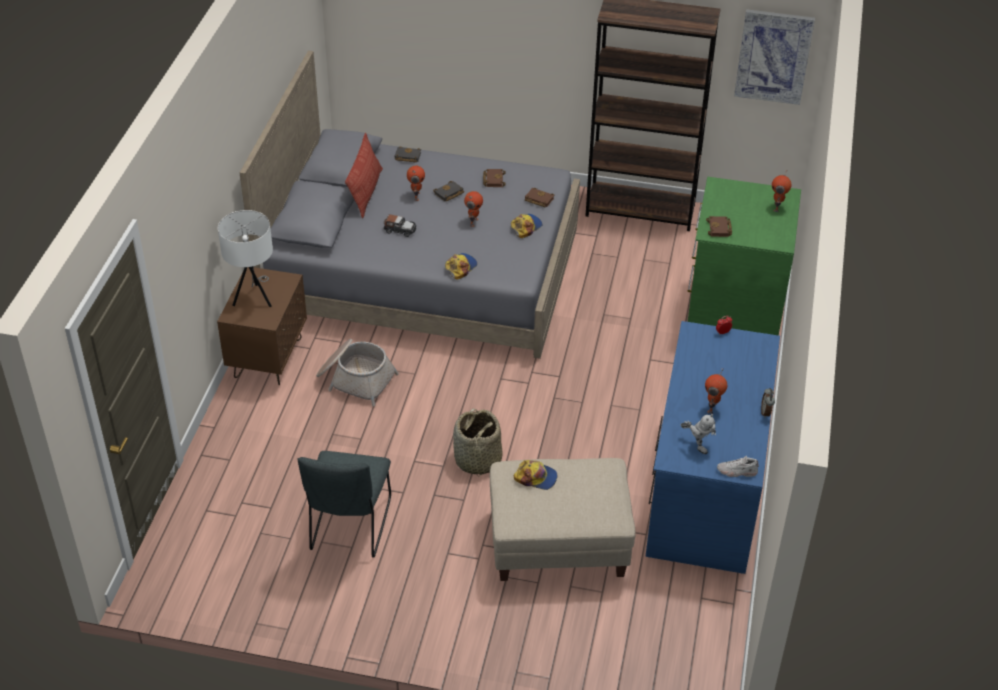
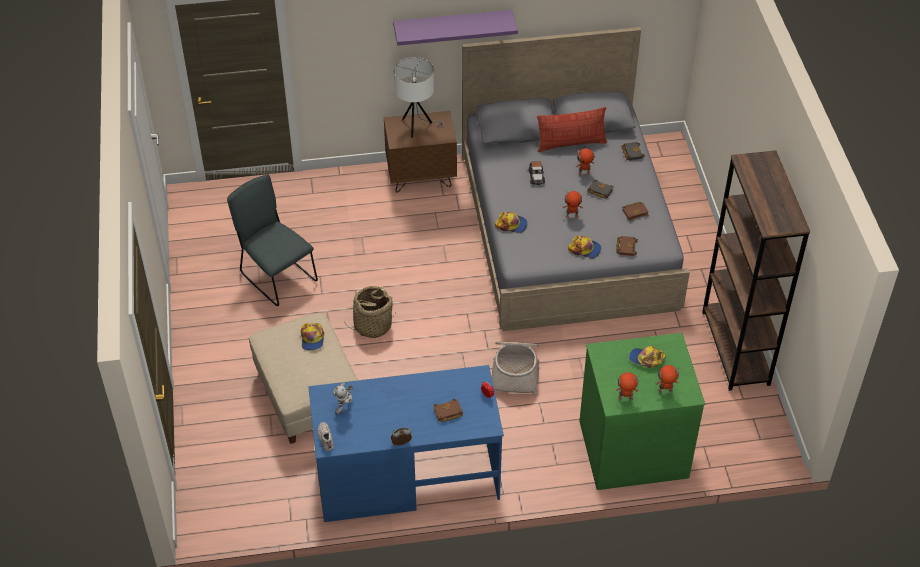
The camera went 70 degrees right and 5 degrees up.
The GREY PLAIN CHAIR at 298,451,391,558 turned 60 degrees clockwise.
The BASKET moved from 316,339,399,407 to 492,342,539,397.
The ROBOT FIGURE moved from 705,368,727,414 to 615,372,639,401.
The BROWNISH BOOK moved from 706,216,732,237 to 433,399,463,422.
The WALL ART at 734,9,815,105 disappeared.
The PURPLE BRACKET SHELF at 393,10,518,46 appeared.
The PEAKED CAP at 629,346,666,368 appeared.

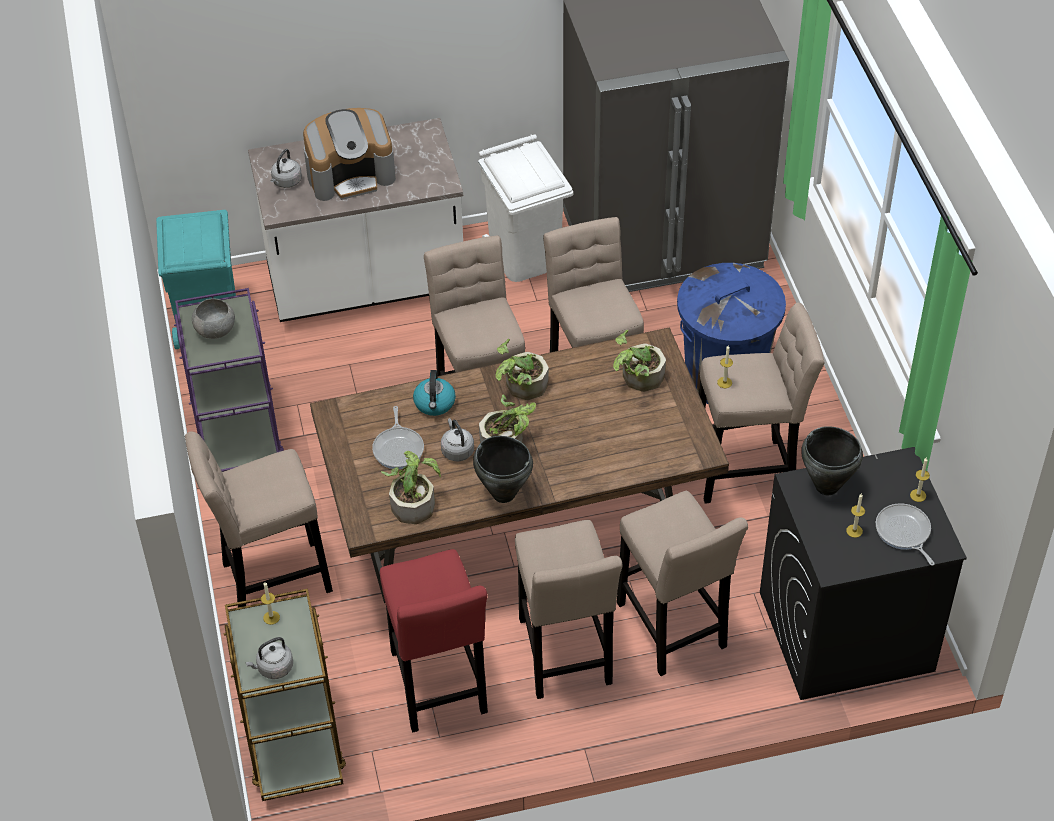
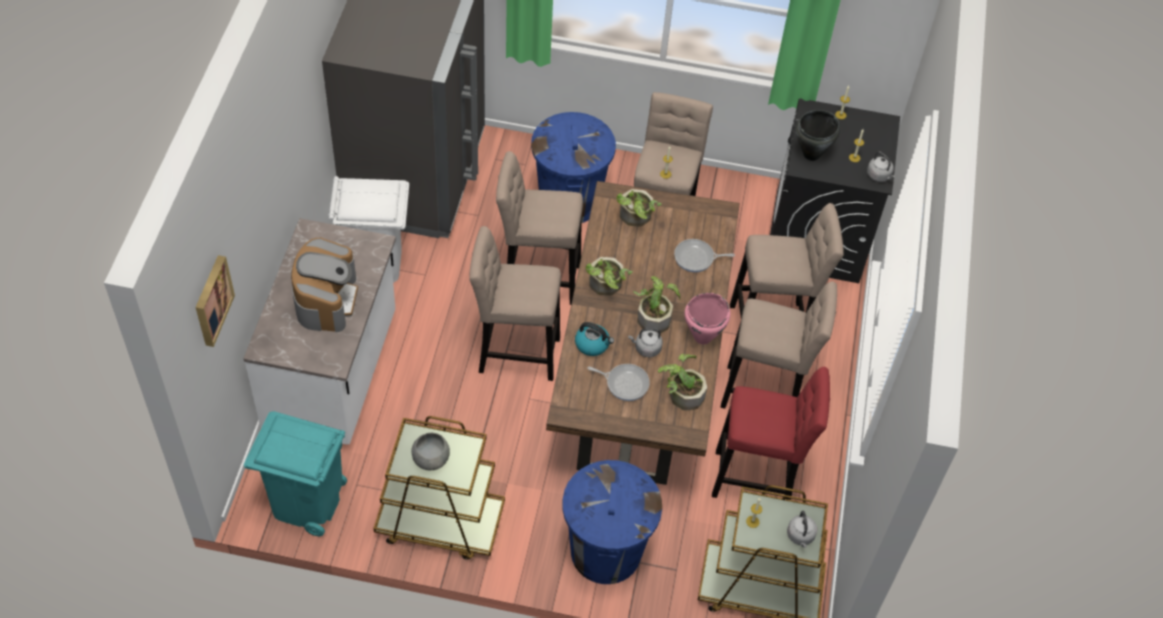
The camera went 70 degrees left and 5 degrees up.
The PURPLE TROLLEY at 174,288,284,472 became the BROWNISH TROLLEY at 373,416,505,560.
The SAND-COLOURED STOOL at 185,431,333,607 was replaced by the BLUISH WASTE BIN at 562,460,662,584.
The GREY TEA KETTLE moved from 270,149,302,188 to 867,151,896,182.
The BLACK-COLOURED STOCKPOT at 473,436,533,503 became the PINKISH STOCKPOT at 684,293,730,344.
The FRYING PAN moved from 876,503,935,566 to 674,239,735,272.
The WALL ART at 195,255,235,347 appeared.

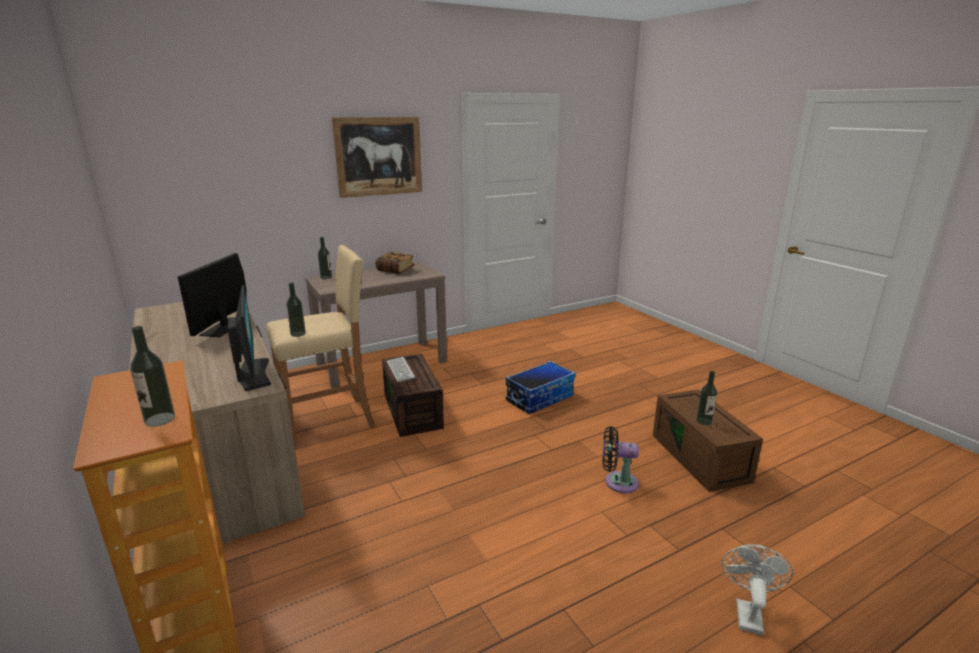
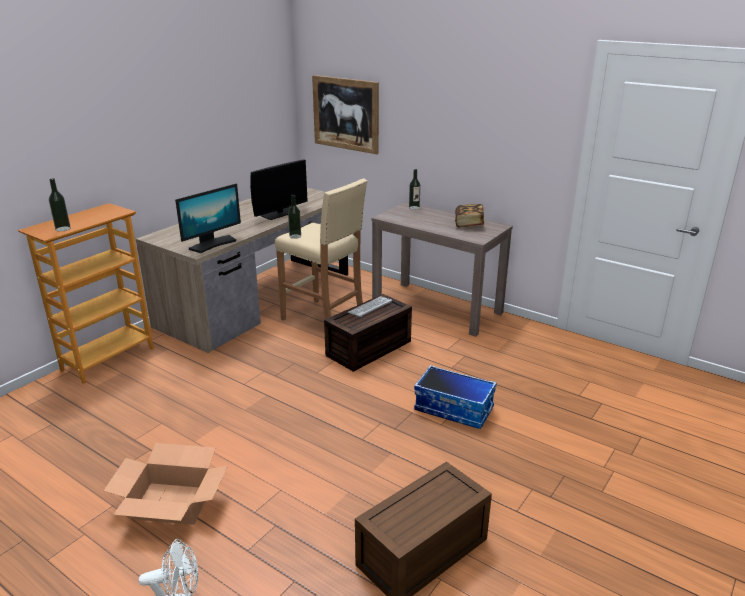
The camera went 65 degrees right and 5 degrees up.
The COMPUTER DISPLAY at 177,253,247,337 turned 150 degrees clockwise.
The WALL ART moved from 332,117,422,198 to 312,75,379,154.
The BLACK-COLOURED COOLING FAN at 602,426,639,493 disappeared.
The DRINK BOTTLE at 696,371,717,425 disappeared.
The PACKING BOX at 104,443,228,525 appeared.

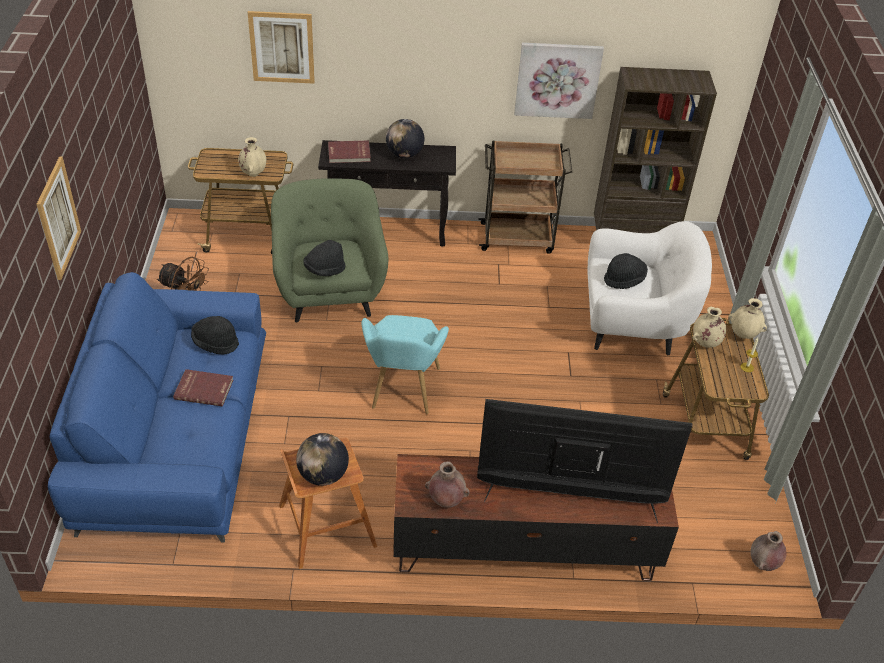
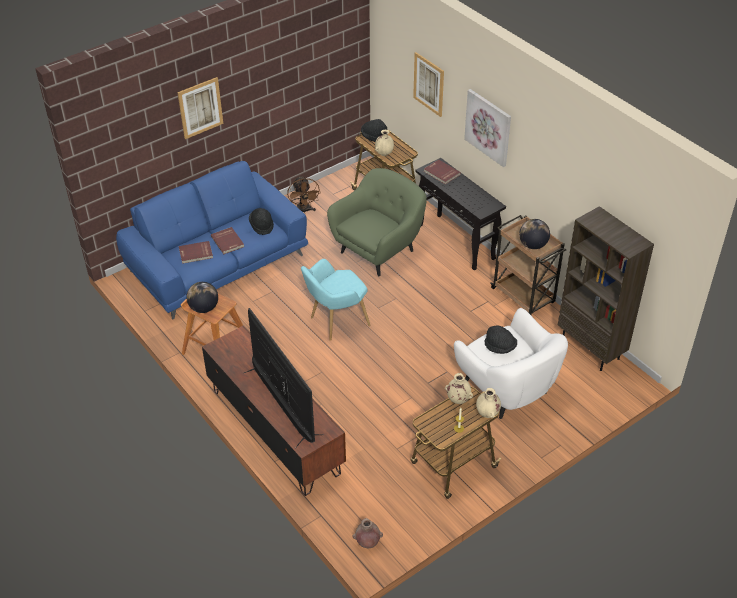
The camera went 55 degrees right and 0 degrees up.
The BLACK-COLOURED WEARABLE HAT moved from 303,240,346,276 to 361,119,387,142.
The WORLD GLOBE moved from 386,119,424,158 to 519,219,550,249.
The BROWNISH FLOWER VASE at 425,461,469,508 disappeared.
The WALL ART moved from 514,43,604,119 to 464,89,511,167.
The RED BOOK at 179,241,213,264 appeared.

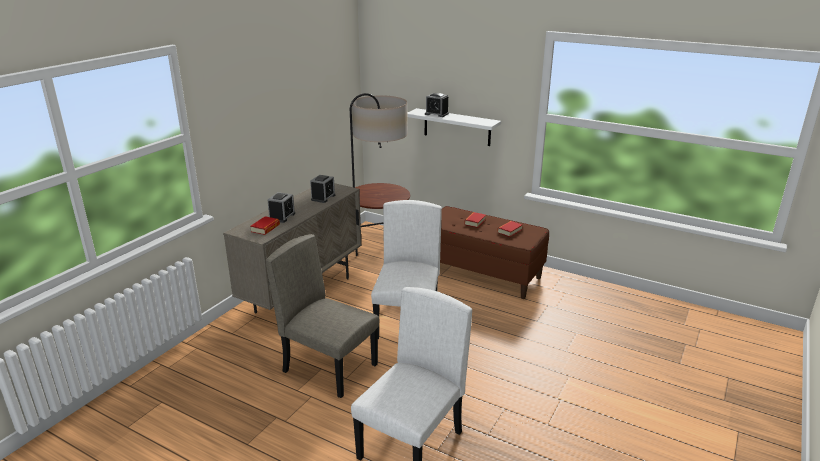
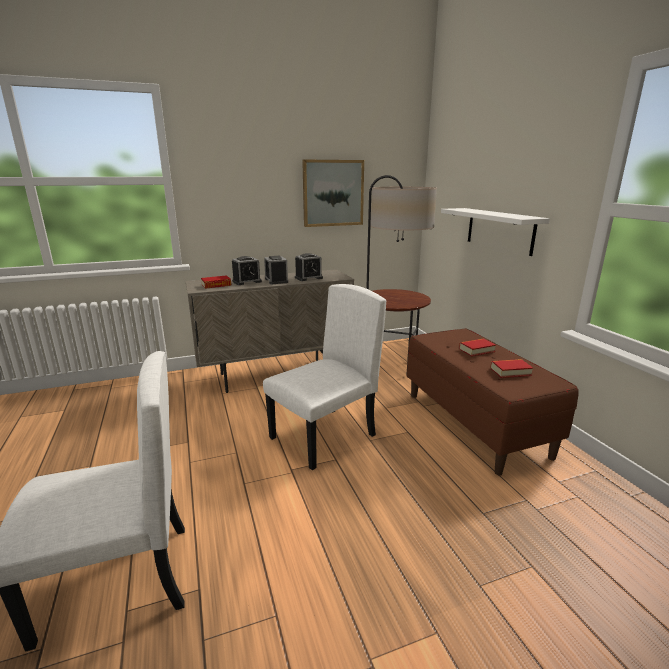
The camera went 40 degrees right and 5 degrees down.
The SAND-COLOURED PLAIN CHAIR at 266,234,379,398 disappeared.
The TABLE CLOCK moved from 425,93,449,117 to 264,256,288,284.
The WALL ART at 302,160,364,227 appeared.

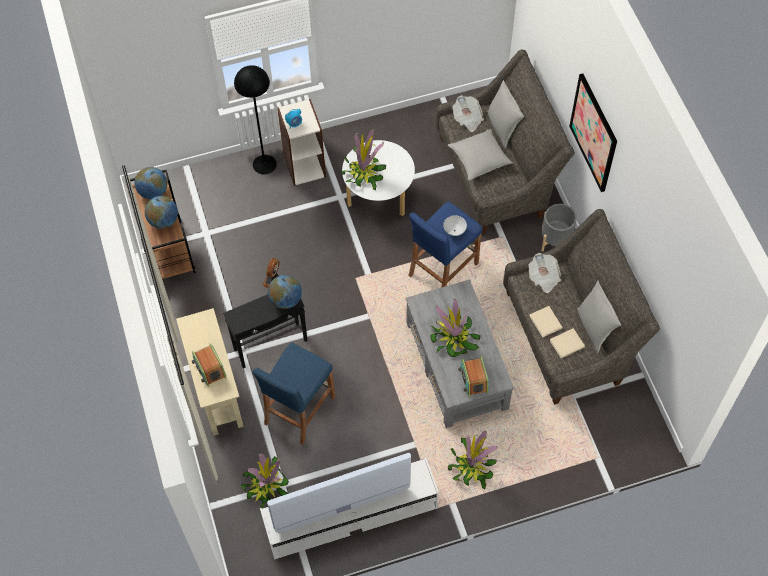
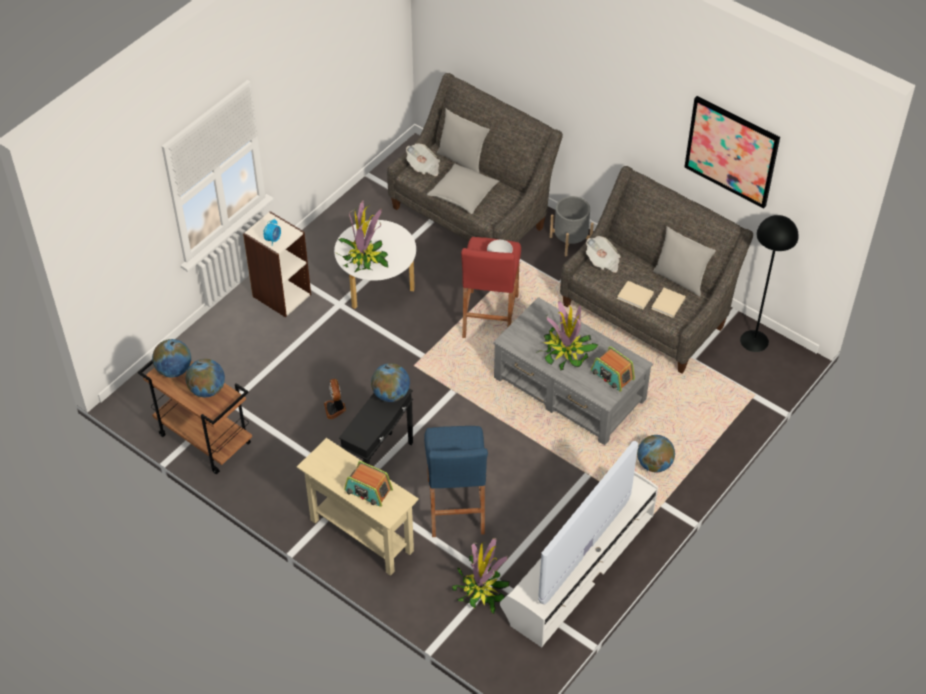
The camera went 35 degrees left and 10 degrees down.
The BLACK-COLOURED STANDING LAMP moved from 234,65,277,174 to 740,215,799,352.
The BLUISH STOOL at 408,201,482,288 became the RED STOOL at 461,237,521,338.
The HOUSEPLANT at 448,431,498,490 was replaced by the WORLD GLOBE at 637,435,675,472.
The WALL ART moved from 569,73,617,192 to 684,96,780,209.

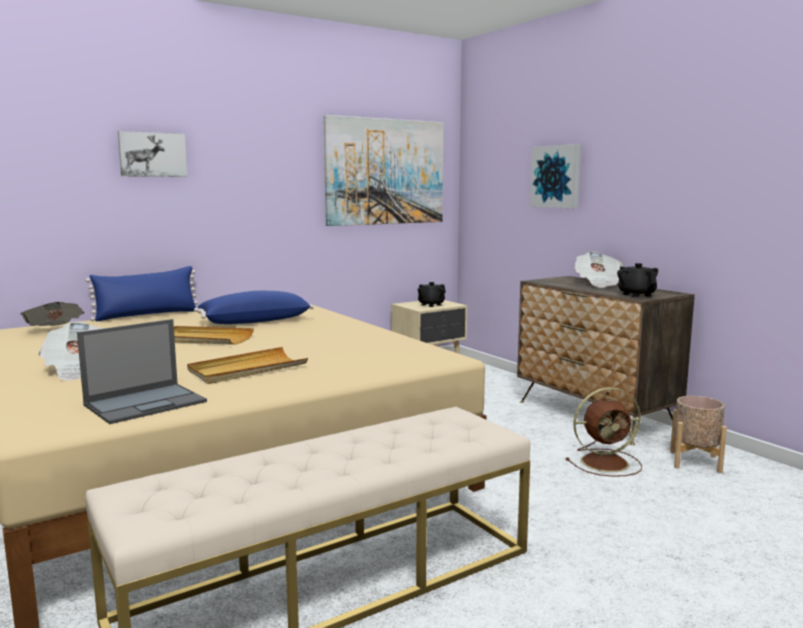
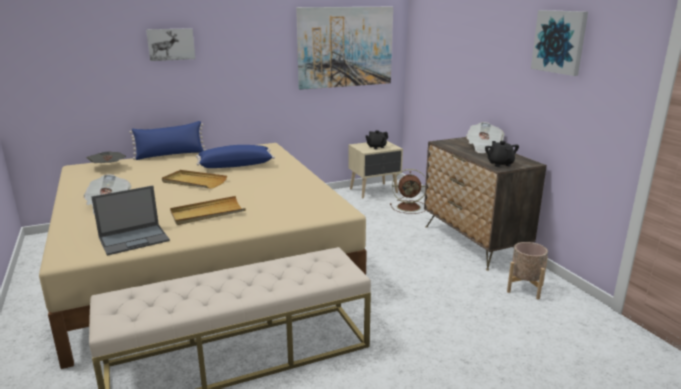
The camera went 10 degrees right and 10 degrees up.
The WALL ART moved from 530,144,581,208 to 531,10,588,76.
The BROWNISH COOLING FAN moved from 566,387,642,477 to 390,169,426,214.

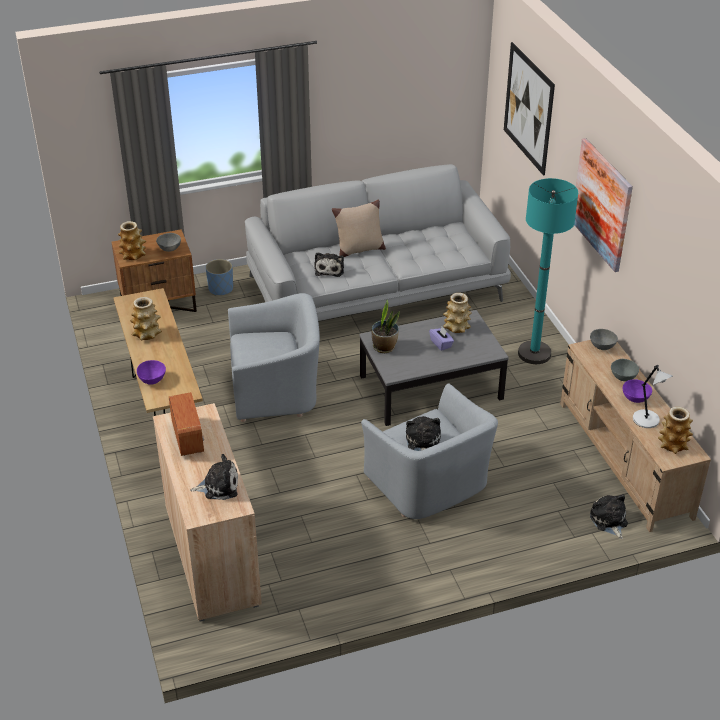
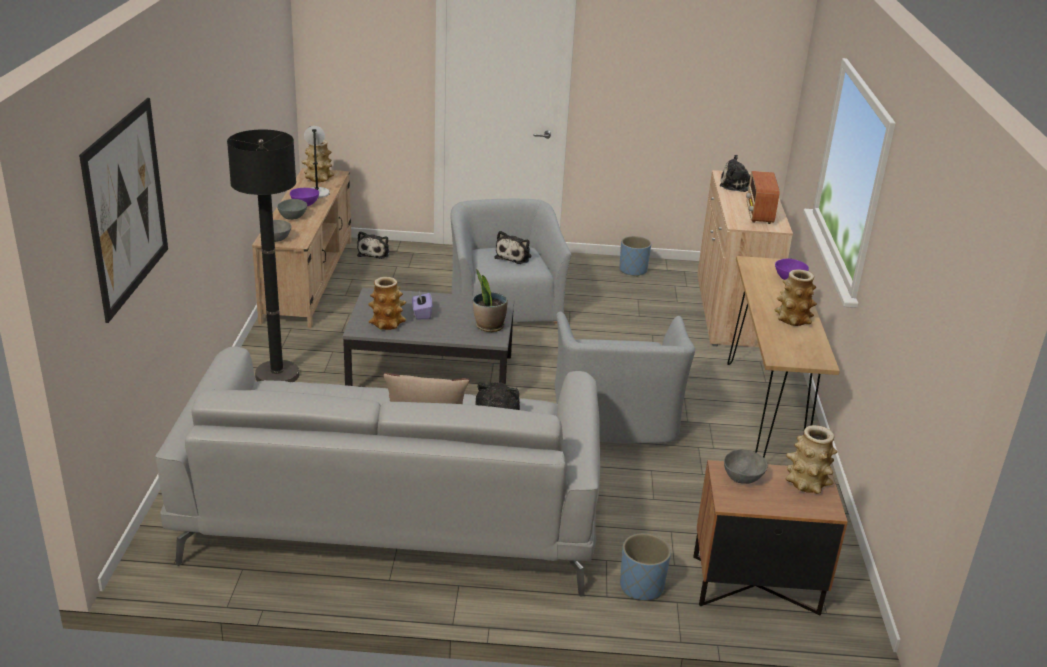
The camera went 160 degrees left and 10 degrees down.
The GREY EASY CHAIR at 228,293,320,422 turned 105 degrees counterclockwise.
The BLUE-GREEN STANDING LAMP at 518,178,578,364 became the BLACK-COLOURED STANDING LAMP at 227,129,299,382.
The WALL ART at 574,138,633,272 disappeared.
The BLUISH FLOWER POT at 619,236,651,277 appeared.

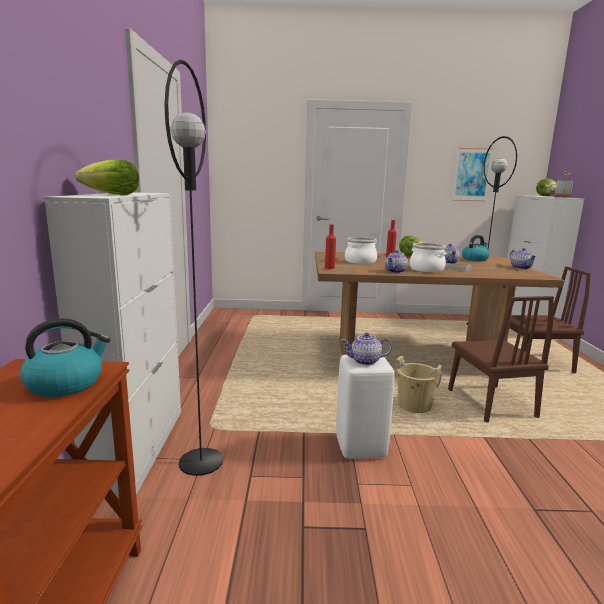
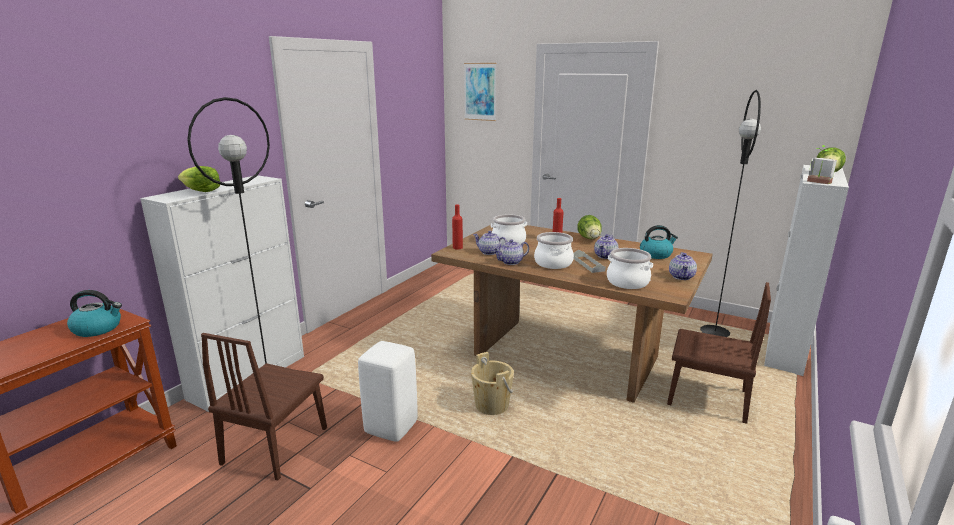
The camera went 30 degrees right and 5 degrees up.
The POT FOR TEA moved from 341,332,392,365 to 473,231,507,255.
The BROWNISH PLAIN CHAIR moved from 448,296,554,423 to 201,333,327,481.
The WALL ART moved from 453,148,493,201 to 464,63,496,121.
The STOCKPOT at 607,248,653,289 appeared.

